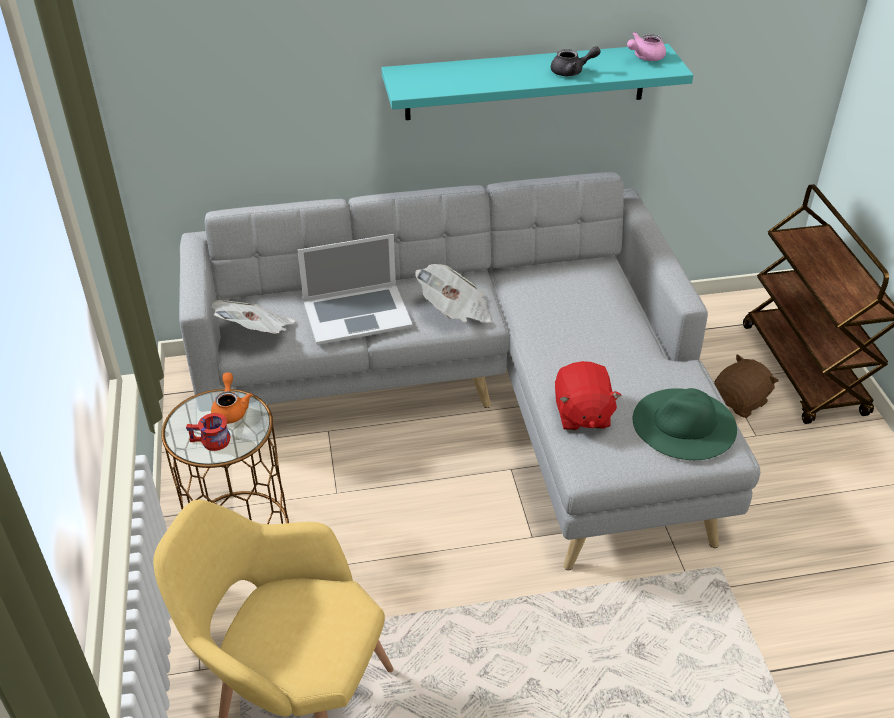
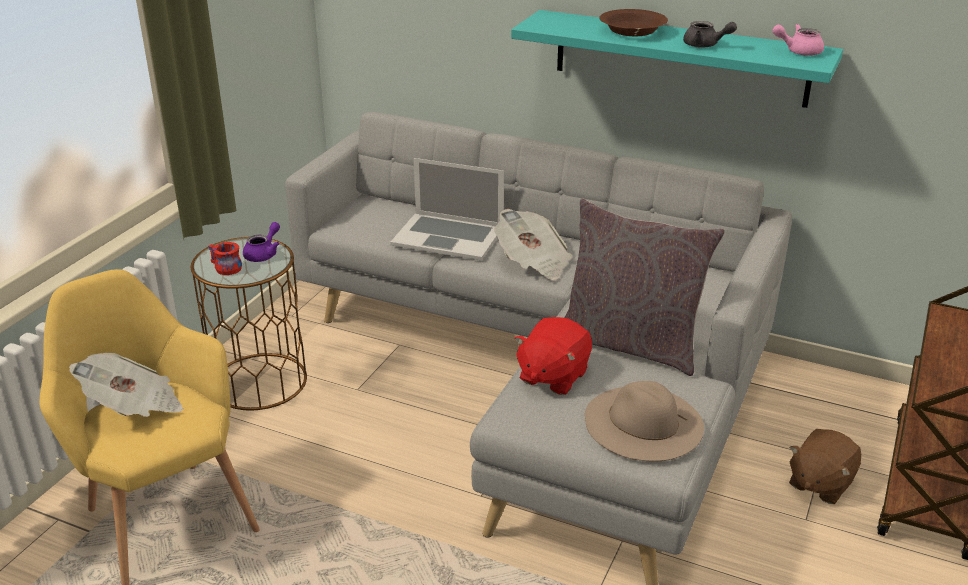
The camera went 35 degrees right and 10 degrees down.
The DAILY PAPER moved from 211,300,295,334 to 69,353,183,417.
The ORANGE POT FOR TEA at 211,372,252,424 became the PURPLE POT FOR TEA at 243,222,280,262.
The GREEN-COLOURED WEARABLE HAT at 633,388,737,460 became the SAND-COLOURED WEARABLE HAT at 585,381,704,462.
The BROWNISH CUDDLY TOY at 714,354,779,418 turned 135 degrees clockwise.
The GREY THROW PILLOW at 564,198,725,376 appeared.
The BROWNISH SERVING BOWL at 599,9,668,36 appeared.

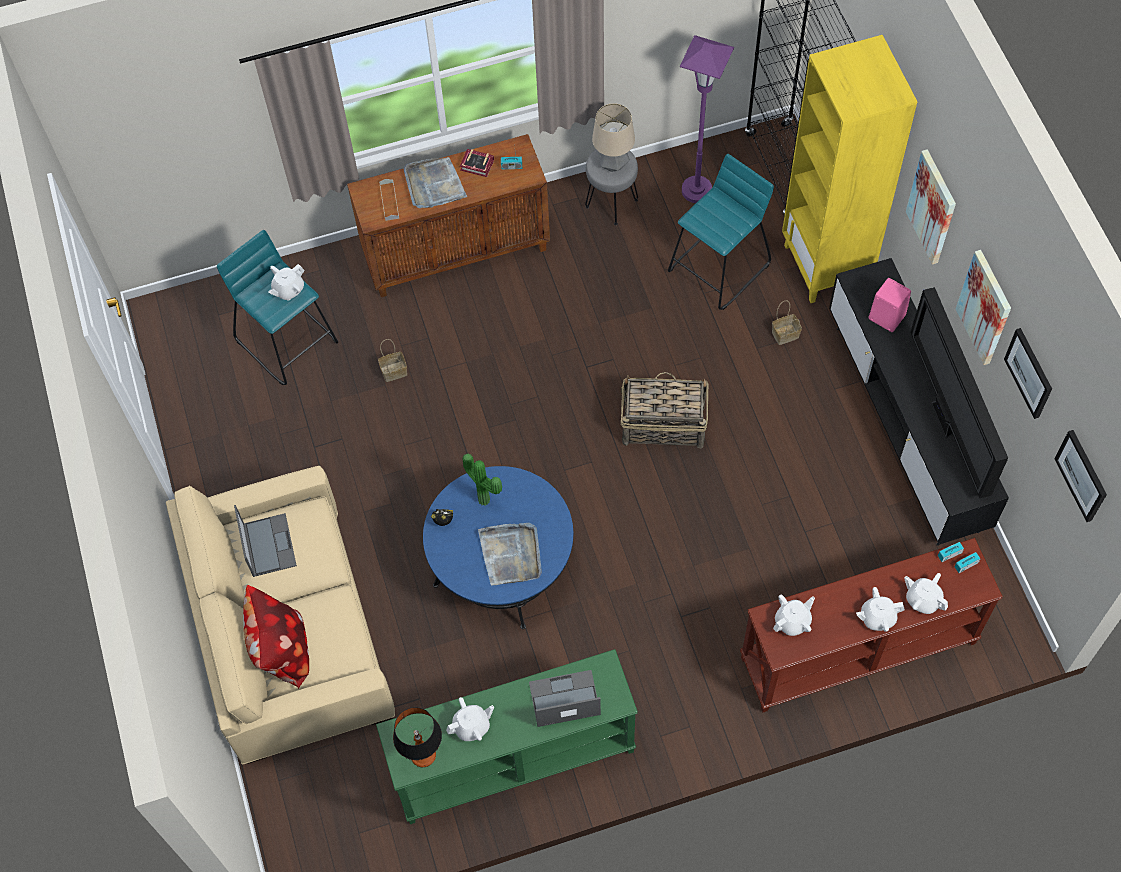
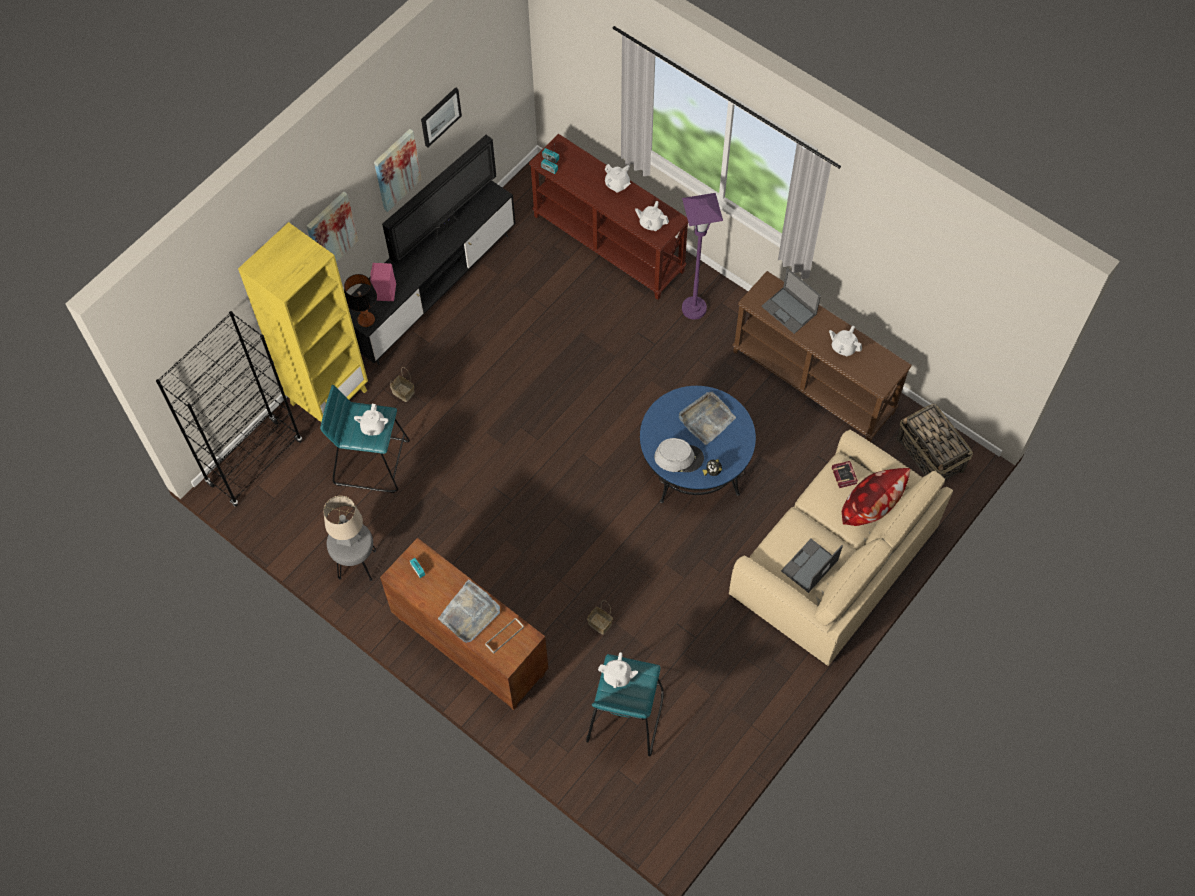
The camera went 125 degrees left and 0 degrees up.
The GREEN-COLOURED HALL TABLE at 376,649,638,824 became the BROWNISH HALL TABLE at 733,271,912,442.
The TABLETOP LAMP moved from 393,707,442,767 to 344,274,377,327.
The BOOK moved from 460,149,494,177 to 832,461,858,488.
The HOUSEPLANT at 463,454,502,506 was replaced by the GREY WEARABLE HAT at 654,438,704,472.
The BASKET moved from 621,372,708,449 to 897,404,973,480.
The PURPLE STANDING LAMP moved from 680,35,734,203 to 682,193,723,320.
The WHITE POT FOR TEA moved from 904,573,948,614 to 354,404,389,436.
The WALL ART at 1055,430,1107,522 disappeared.

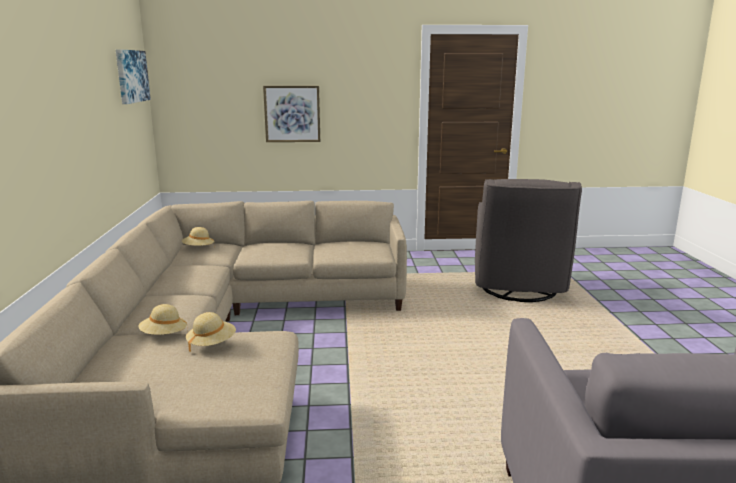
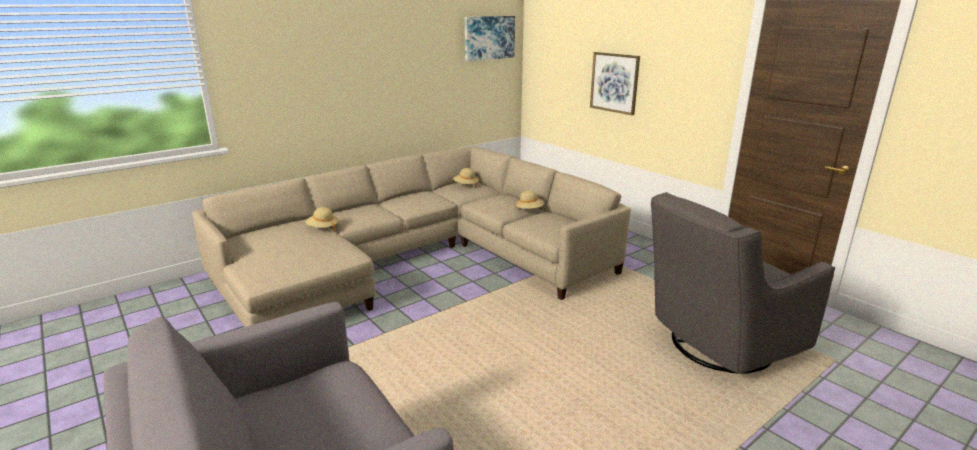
The camera went 55 degrees right and 5 degrees up.
The SAND-COLOURED WEARABLE HAT moved from 186,312,236,352 to 515,190,545,209.

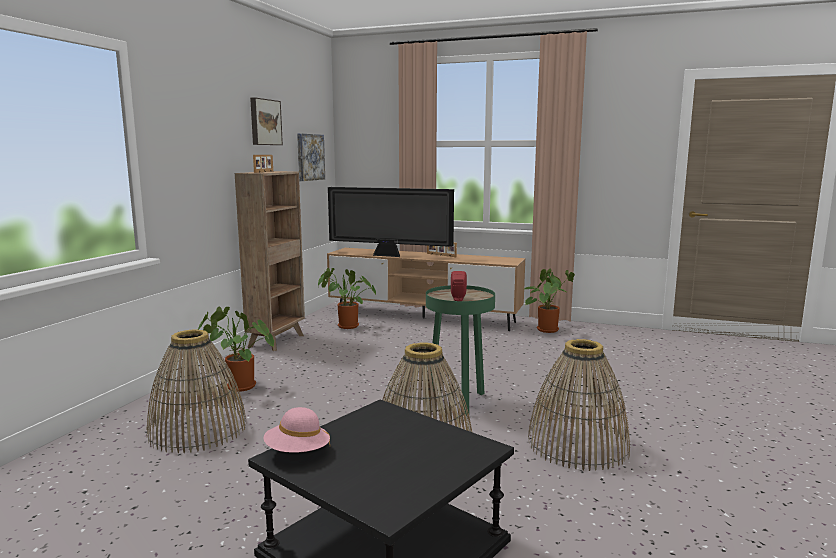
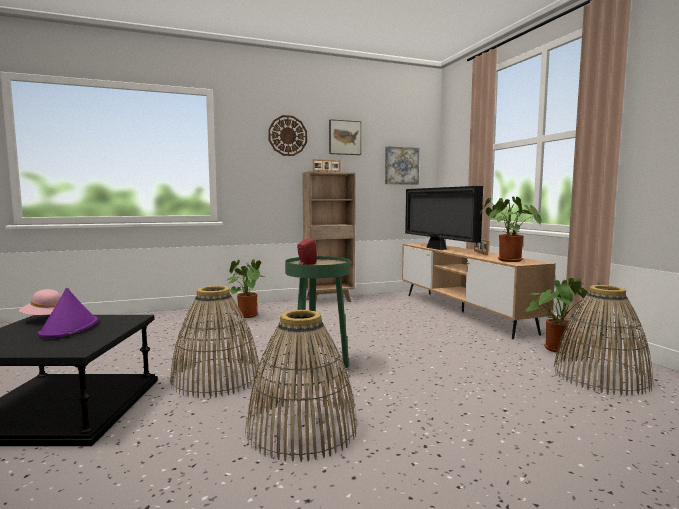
The camera went 50 degrees right and 5 degrees down.
The BASKET moved from 146,330,247,453 to 554,285,653,396.
The HOUSEPLANT moved from 318,268,376,329 to 480,196,542,262.
The PURPLE WEARABLE HAT at 37,288,98,338 appeared.
The HANGING CLOCK at 268,115,307,156 appeared.

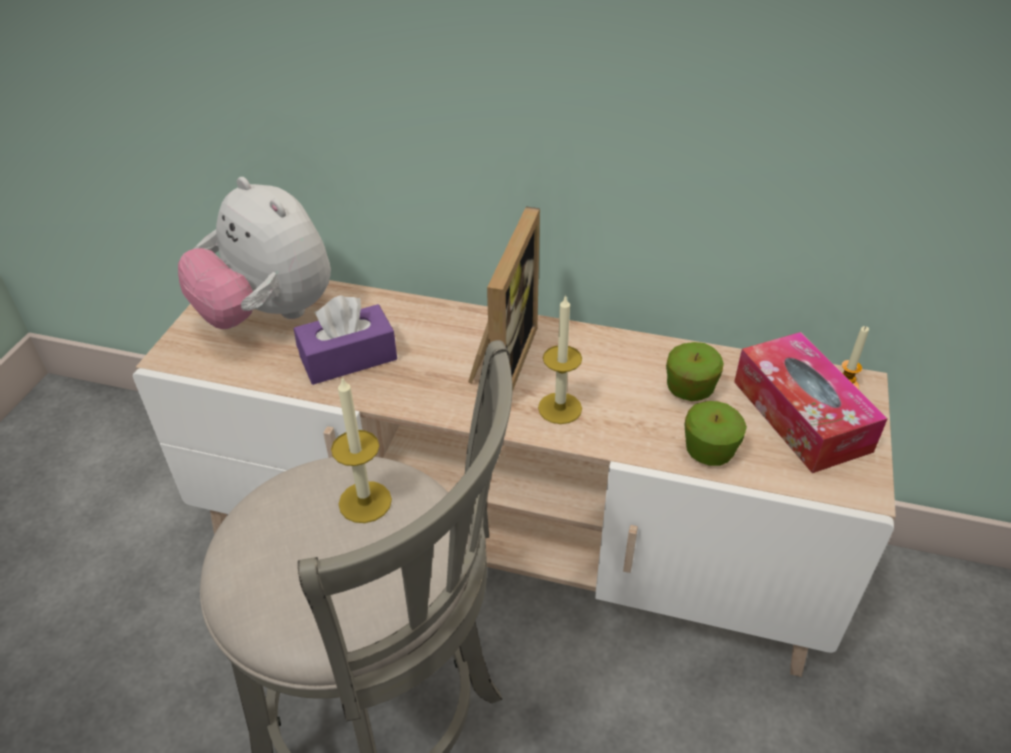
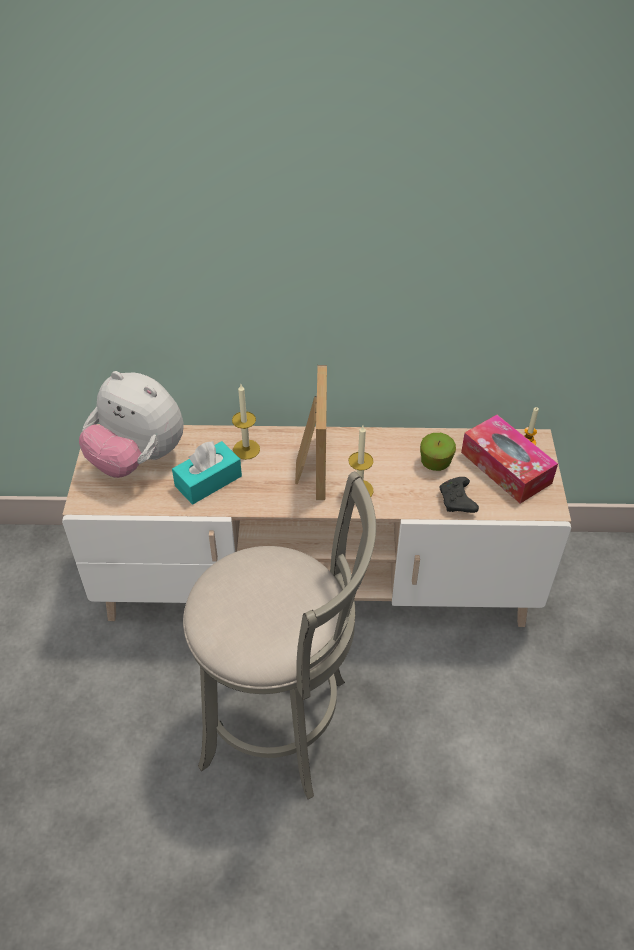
The camera went 15 degrees left and 5 degrees up.
The PURPLE TISSUE BOX at 294,295,397,385 became the BLUE-GREEN TISSUE BOX at 172,441,242,504.
The WAX LIGHT moved from 331,376,392,523 to 232,384,260,460.
The APPLE FRUIT at 685,401,747,466 was replaced by the BLACK-COLOURED JOYPAD at 440,477,479,513.

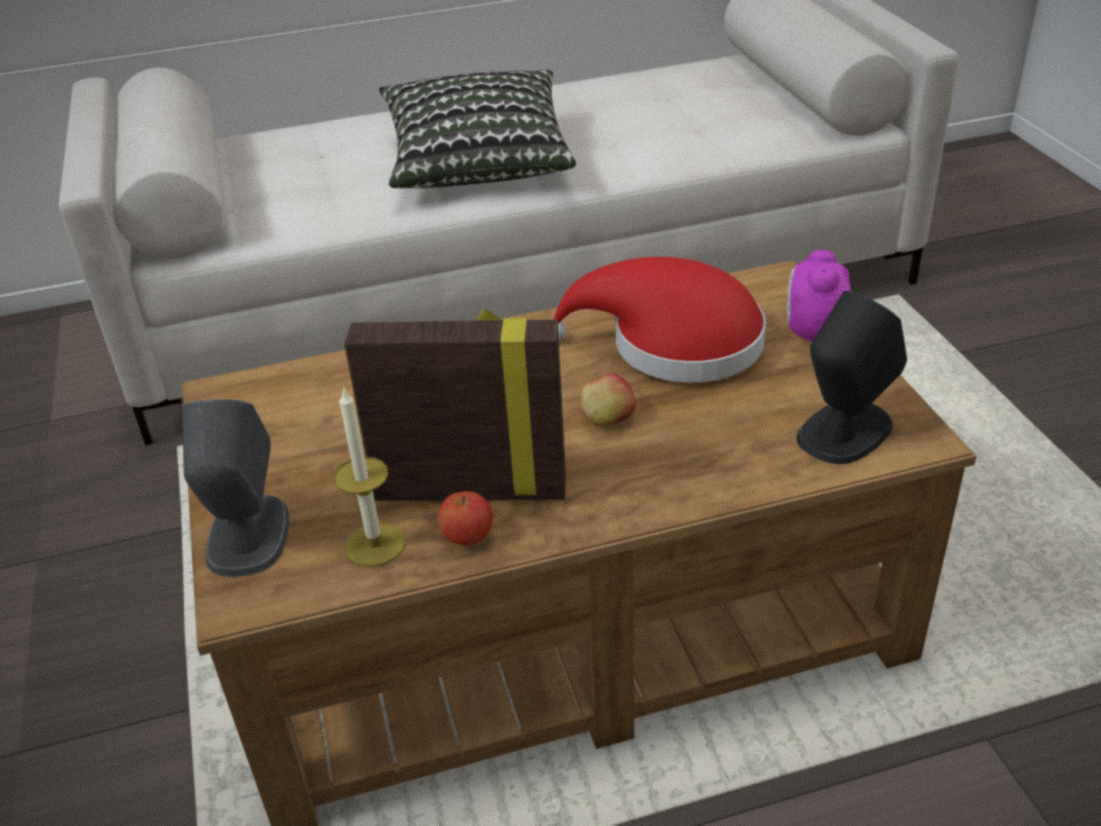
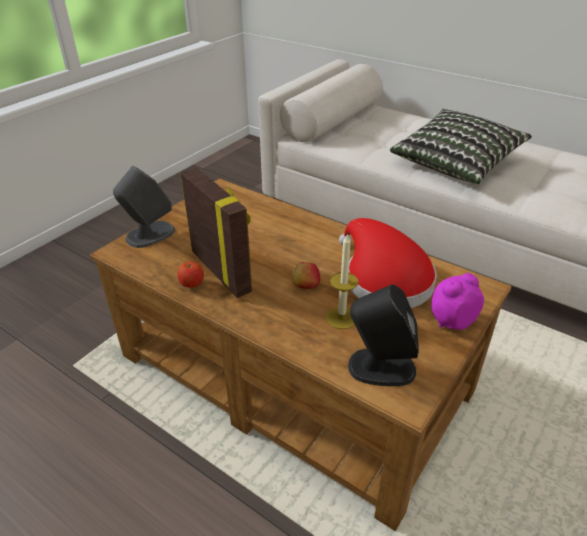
The camera went 50 degrees right and 0 degrees up.
The WAX LIGHT moved from 334,386,406,567 to 326,233,358,329.

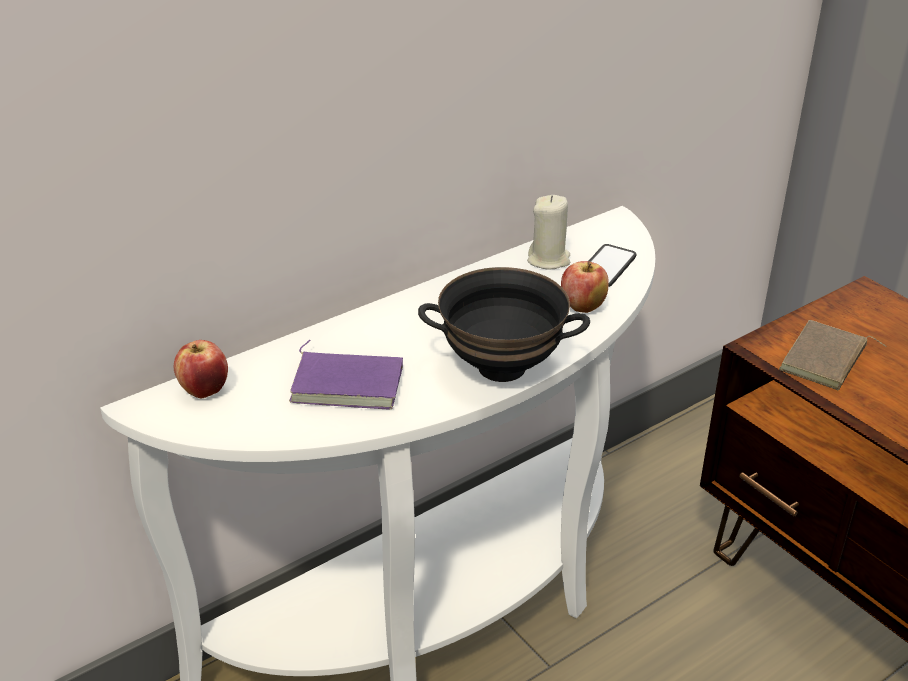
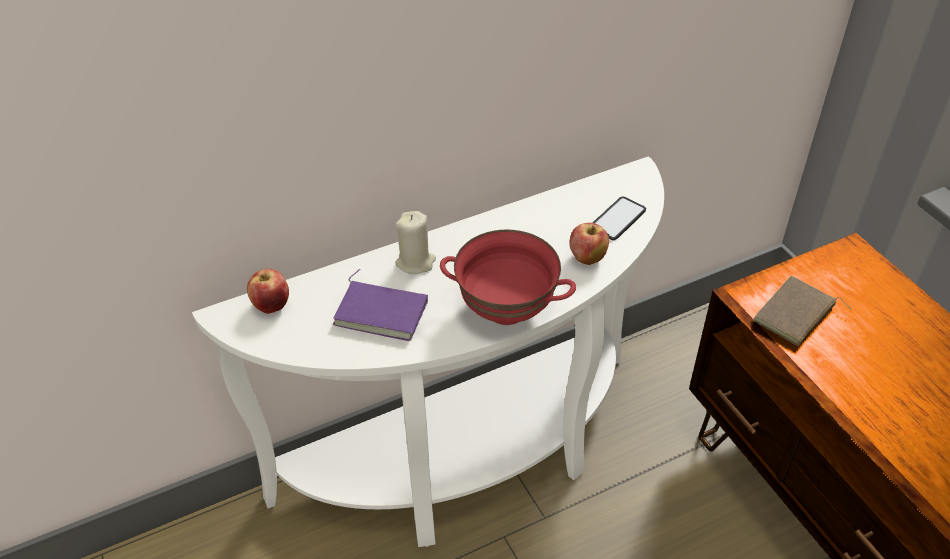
The camera went 10 degrees right and 10 degrees up.
The BLACK-COLOURED SERVING BOWL at 418,267,590,382 became the RED SERVING BOWL at 440,230,576,325.
The SAND-COLOURED WAX LIGHT moved from 527,195,570,269 to 395,211,436,274.

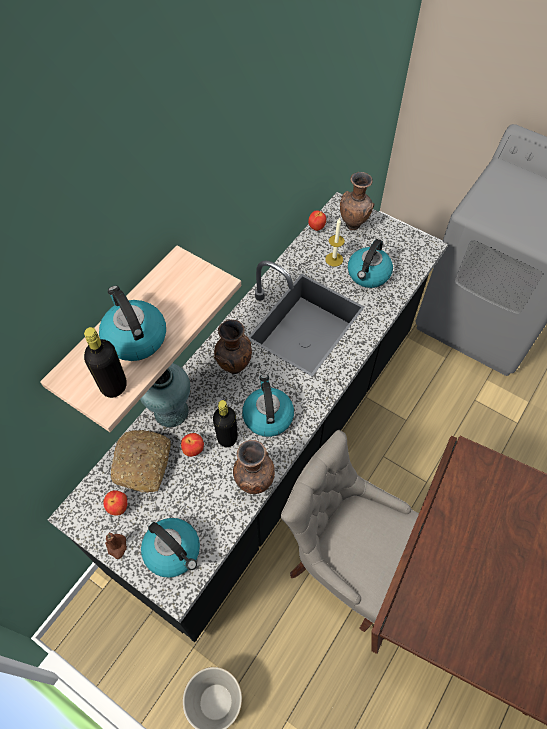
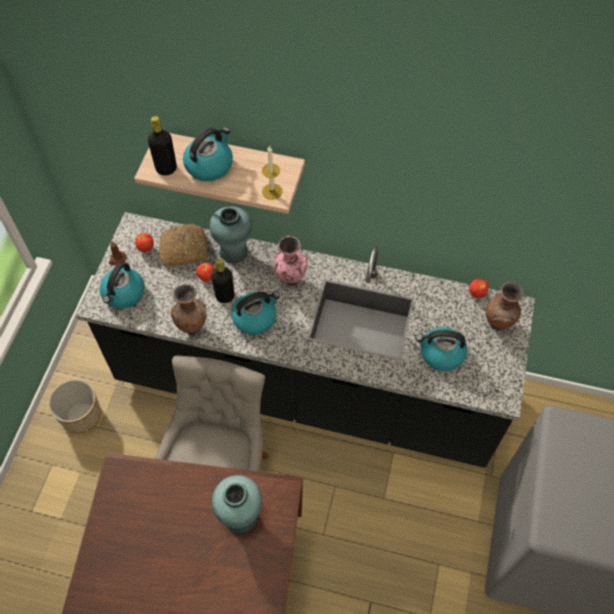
The camera went 70 degrees right and 0 degrees up.
The BROWNISH FLOWER VASE at 214,320,252,374 became the PINKISH FLOWER VASE at 273,236,308,286.
The WAX LIGHT moved from 325,218,344,267 to 262,145,282,200.
The BLUE-GREEN FLOWER VASE at 212,475,262,534 appeared.

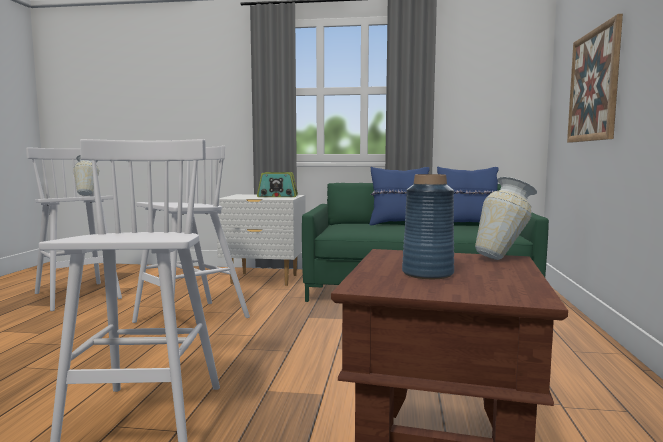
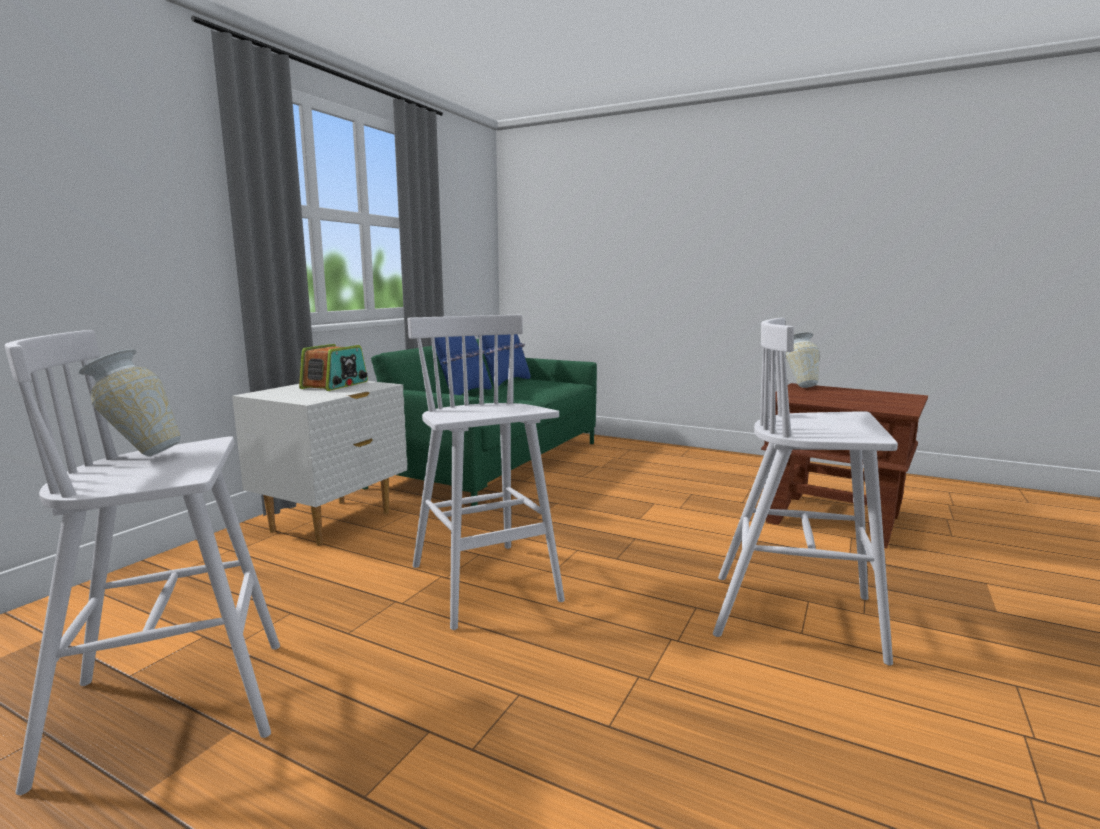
The camera went 70 degrees left and 5 degrees up.
The BLUISH FLOWER VASE at 402,174,454,279 disappeared.
The WALL ART at 567,14,623,143 disappeared.

